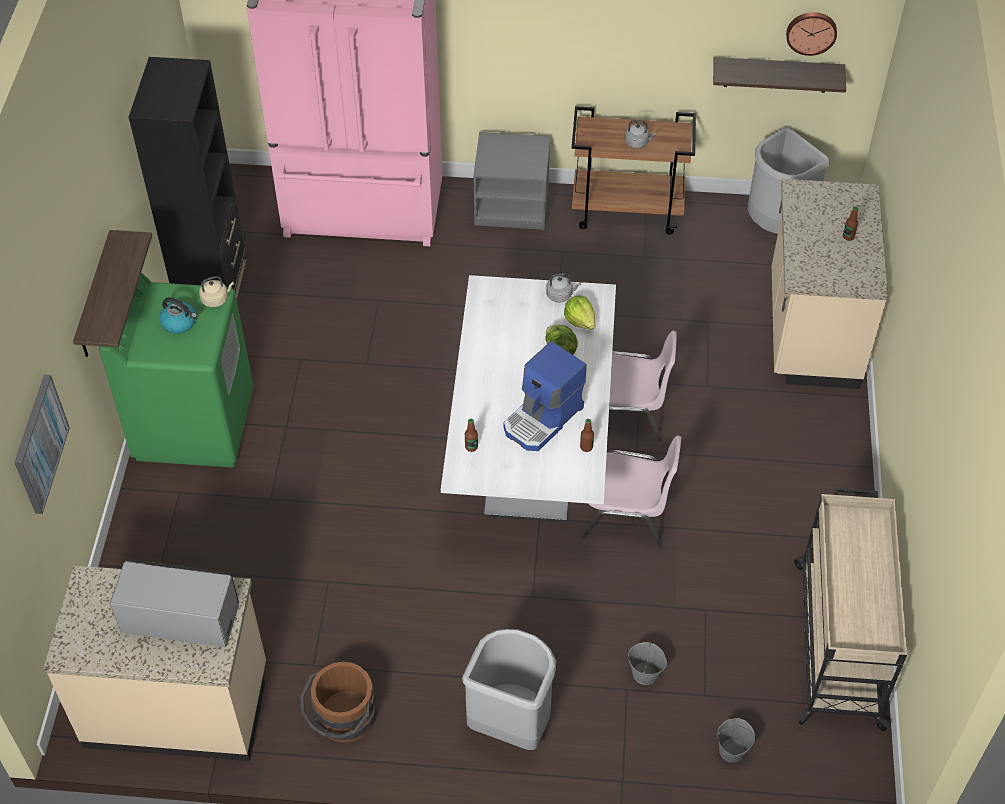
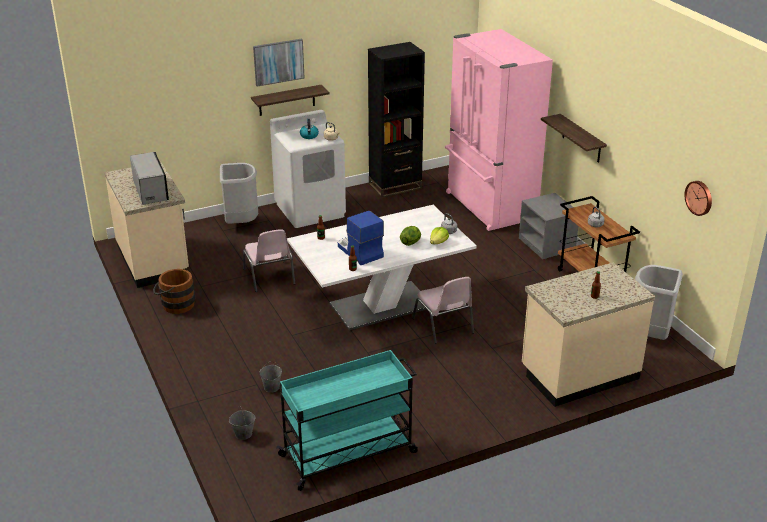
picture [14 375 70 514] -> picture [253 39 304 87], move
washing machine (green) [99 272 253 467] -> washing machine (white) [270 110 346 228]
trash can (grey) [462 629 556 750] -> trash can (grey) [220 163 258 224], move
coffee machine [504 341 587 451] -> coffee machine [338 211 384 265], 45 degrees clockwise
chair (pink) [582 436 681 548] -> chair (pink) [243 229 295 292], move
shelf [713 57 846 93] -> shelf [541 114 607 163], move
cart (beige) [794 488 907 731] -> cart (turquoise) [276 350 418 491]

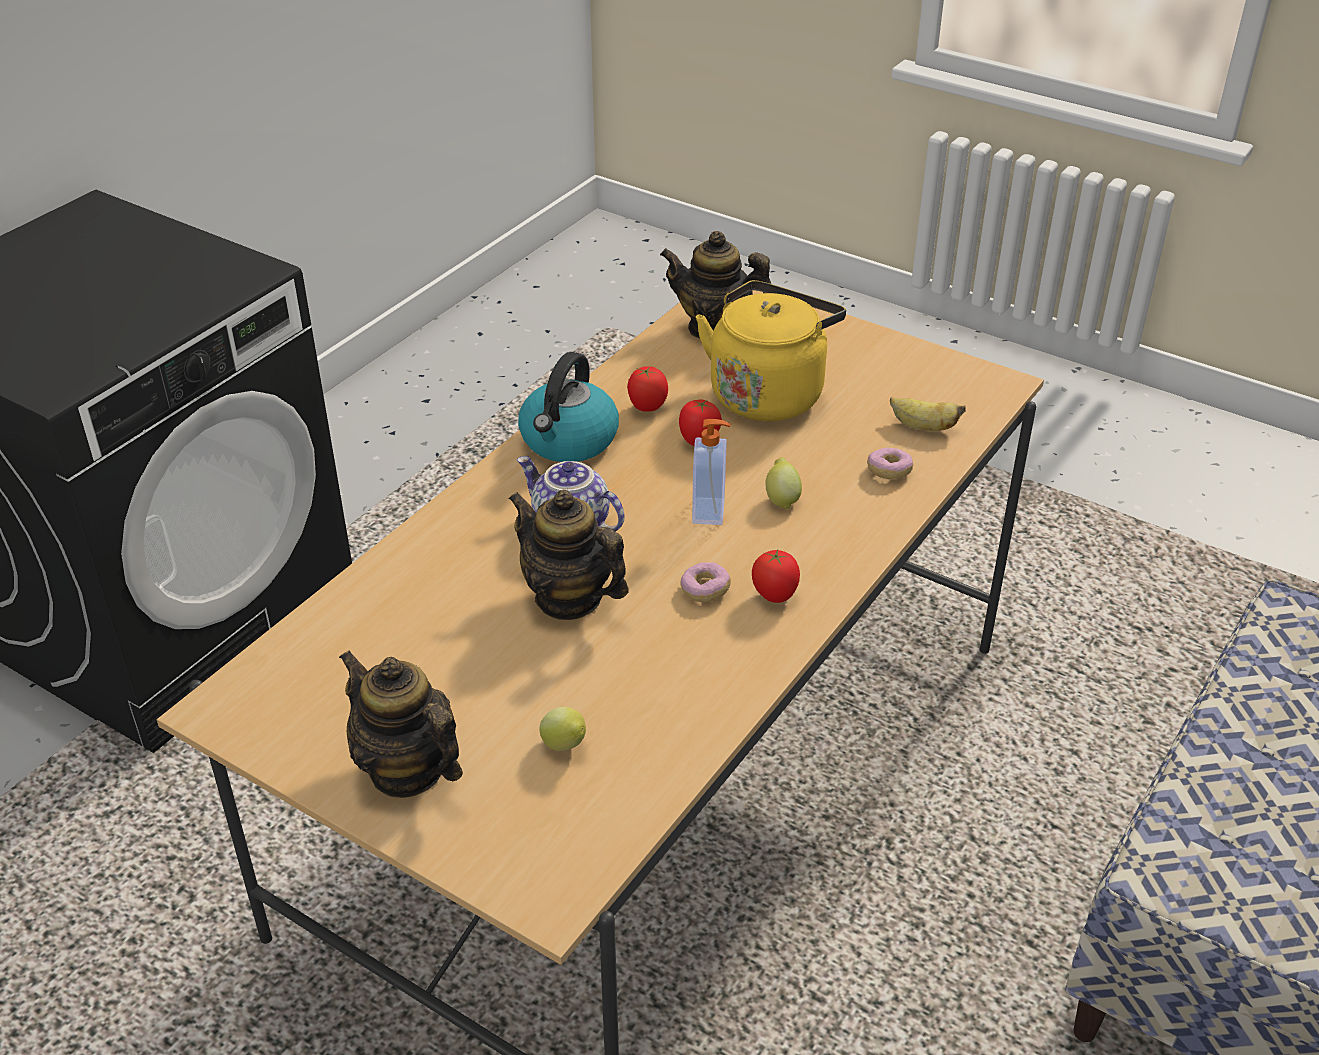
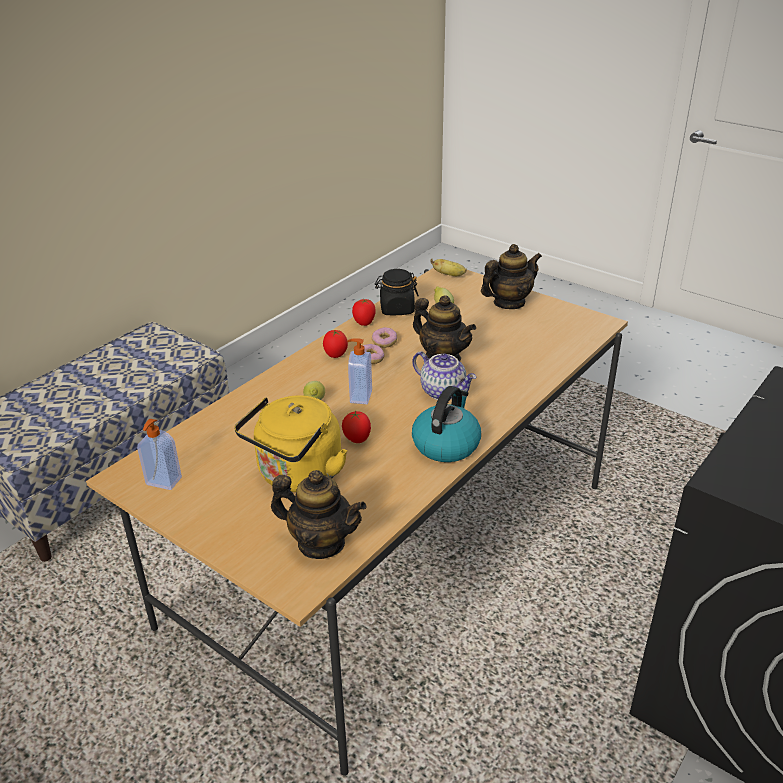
teapot [339 650 463 798] -> teapot [481 244 542 309], 75 degrees counterclockwise
tomato [627 366 668 412] -> tomato [352 299 376 326], move
donut [867 448 913 479] -> donut [372 327 397 348], move
banana [890 397 966 431] -> banana [431 259 467 276], move
none -> soap dispenser [137 419 182 490]
none -> jar (black) [375 269 419 315]

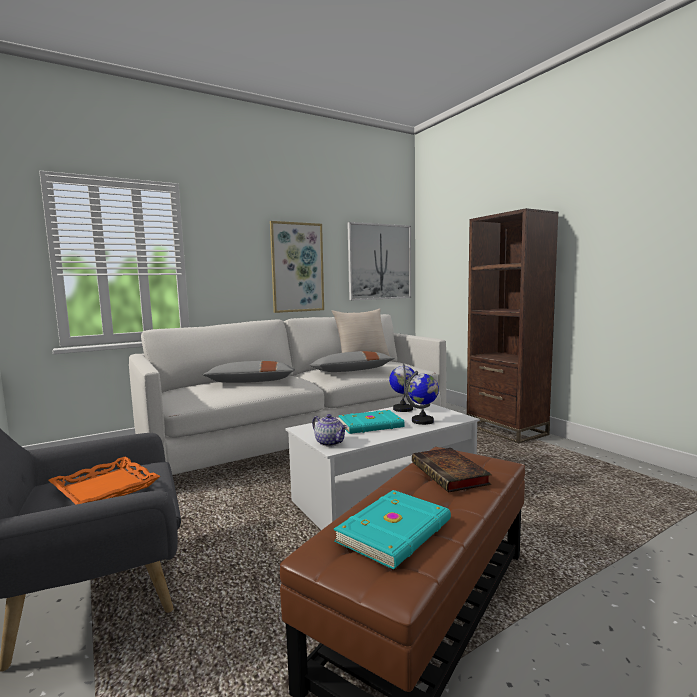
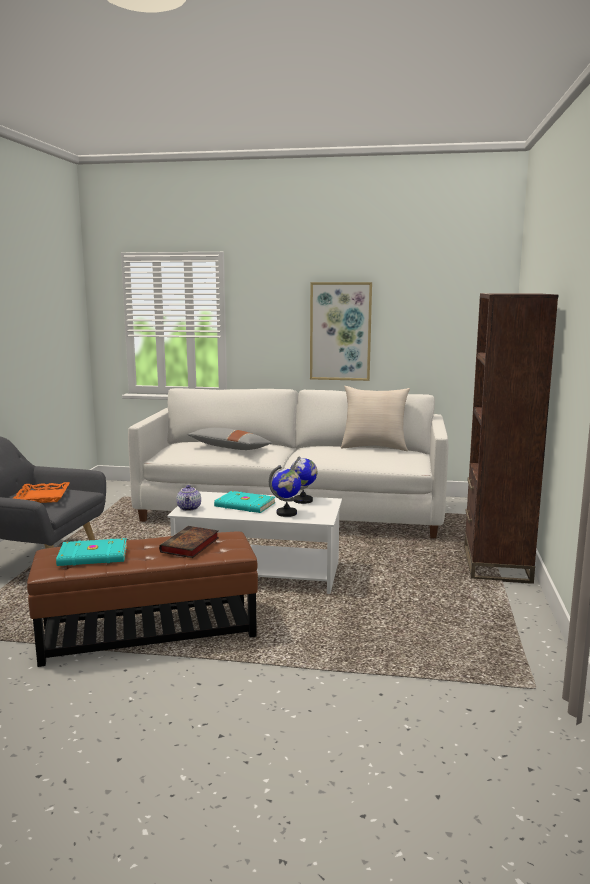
pillow (grey) [310 351 395 372] -> none
picture [347 222 411 301] -> none

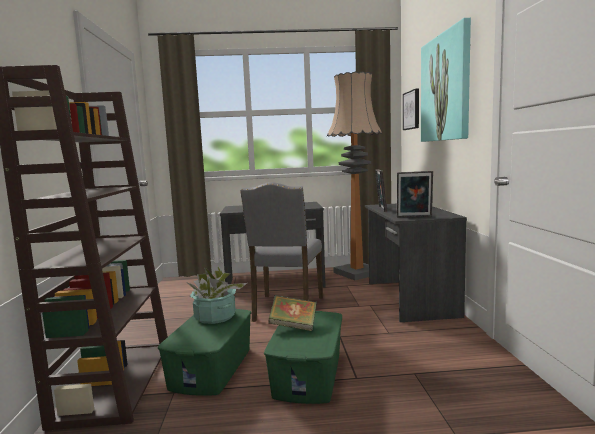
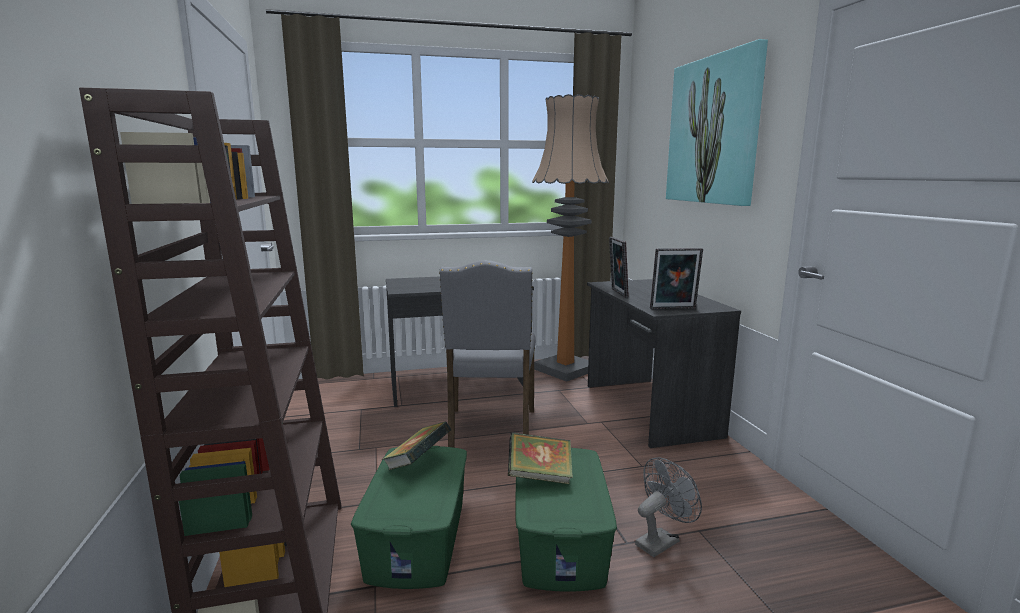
potted plant [188 266 247 324] -> book [382 421 451 470]
picture [403 88 419 130] -> none
none -> fan (grey) [635 457 702 557]

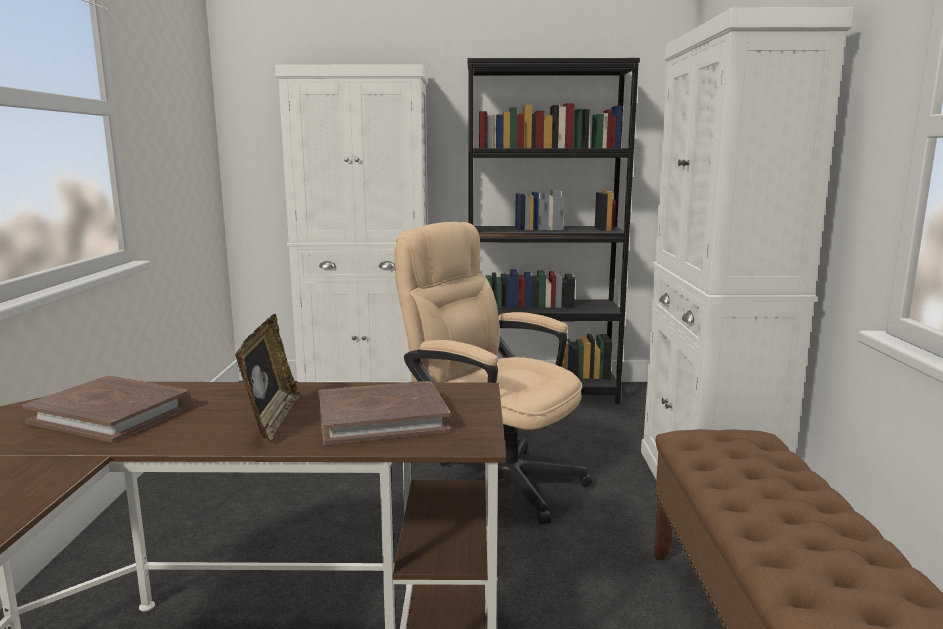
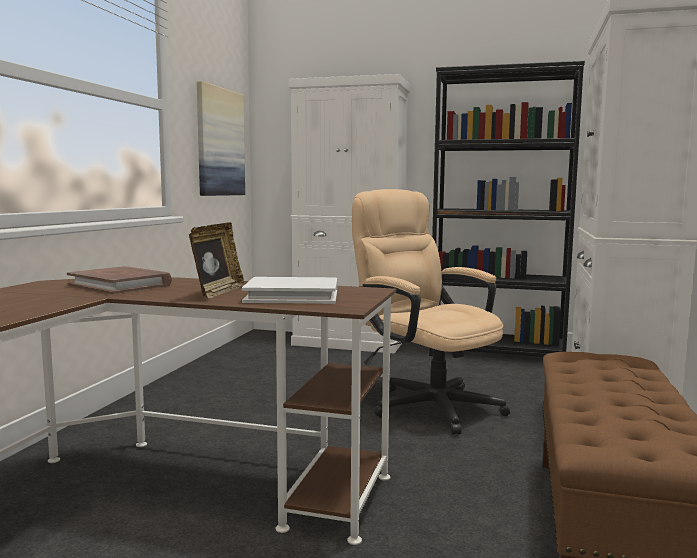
book (brown) [318 381 451 445] -> book (white) [242 277 337 304]
none -> picture [197 81 245 196]

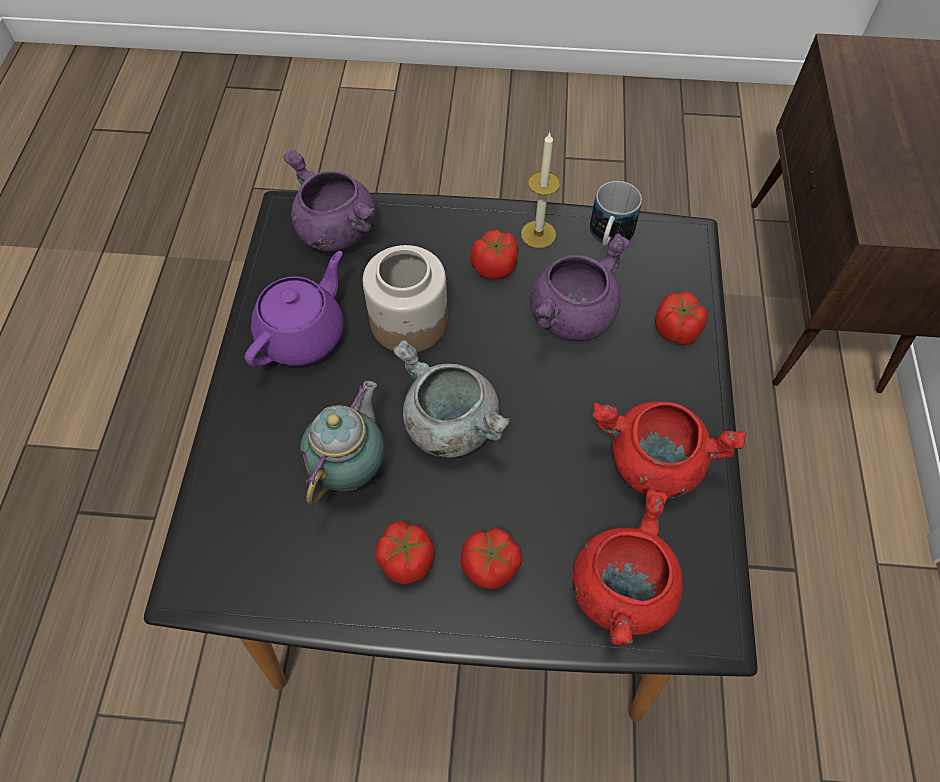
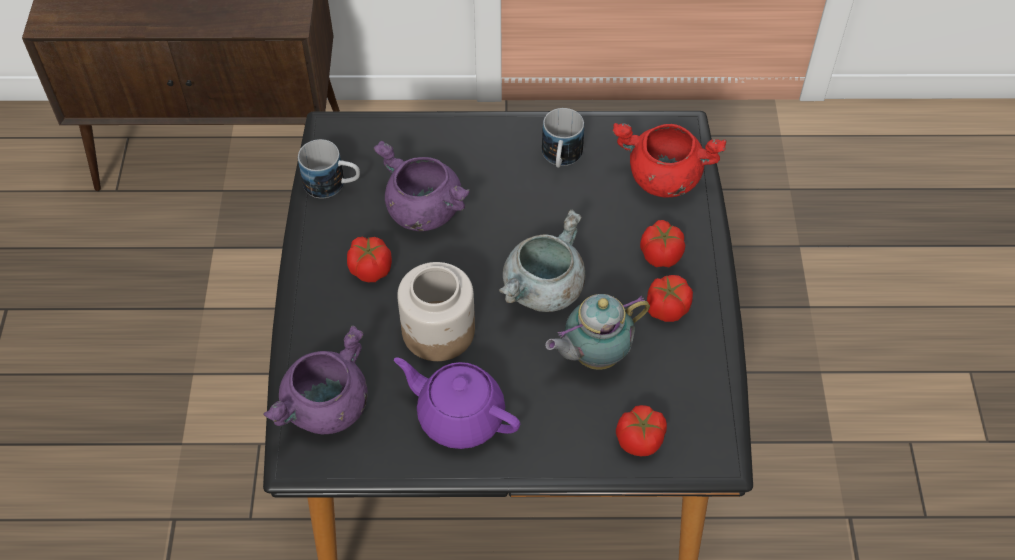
teapot [300 381 385 505] -> teapot [545 294 650 370], 45 degrees counterclockwise
candle [521 132 560 248] -> none
cooking pot (red) [592 401 746 499] -> mug [542 108 584 168]
tomato [655 291 707 345] -> tomato [616 405 667 456], move

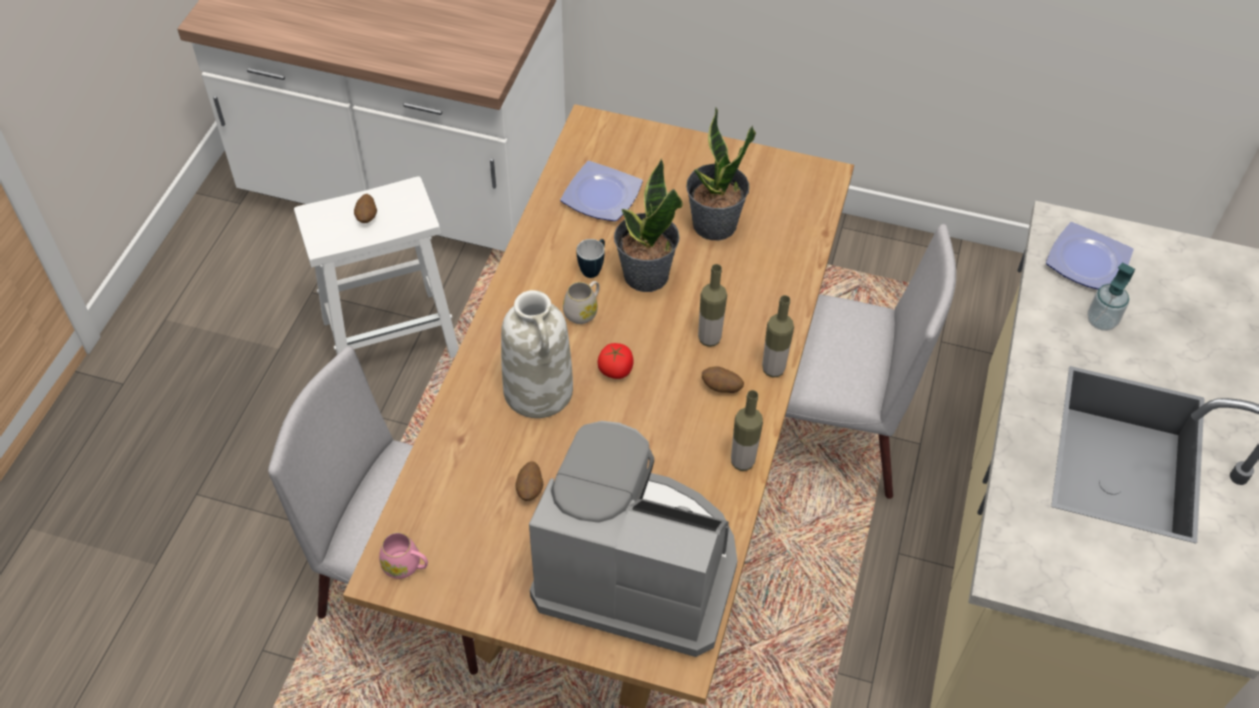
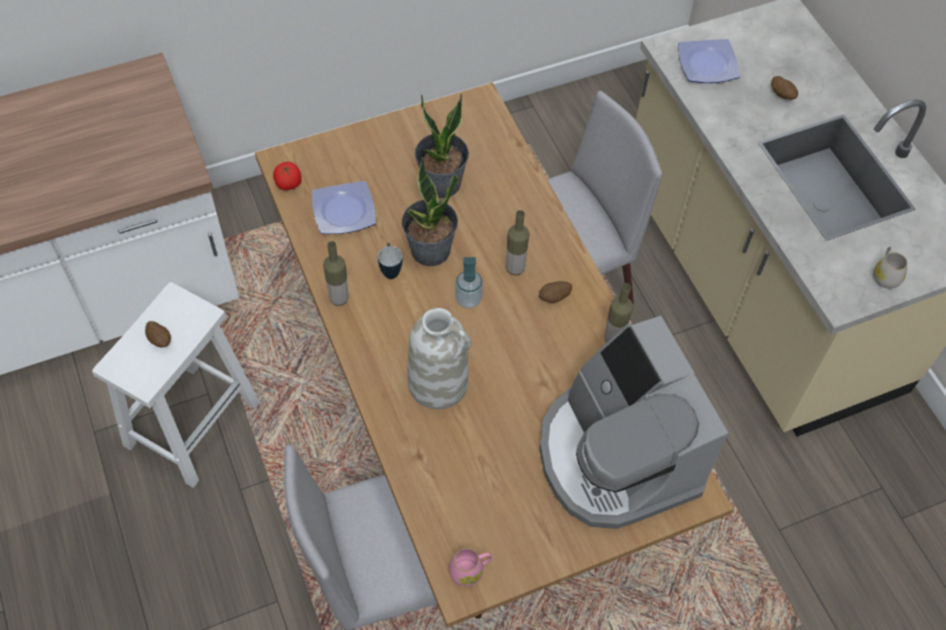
potato [516 461 543 501] -> potato [771 76 798 100], move
coffee machine [529 421 738 657] -> coffee machine [540 316 728 529], 90 degrees counterclockwise
mug (white) [563 281 600 324] -> mug (white) [873 247 907 289], move
tomato [597 343 633 379] -> tomato [273 162 302 190], move
bottle [762 295 794 377] -> bottle [323 241 349 306], move
soap dispenser [1087 263 1135 331] -> soap dispenser [455 257 483 308], move

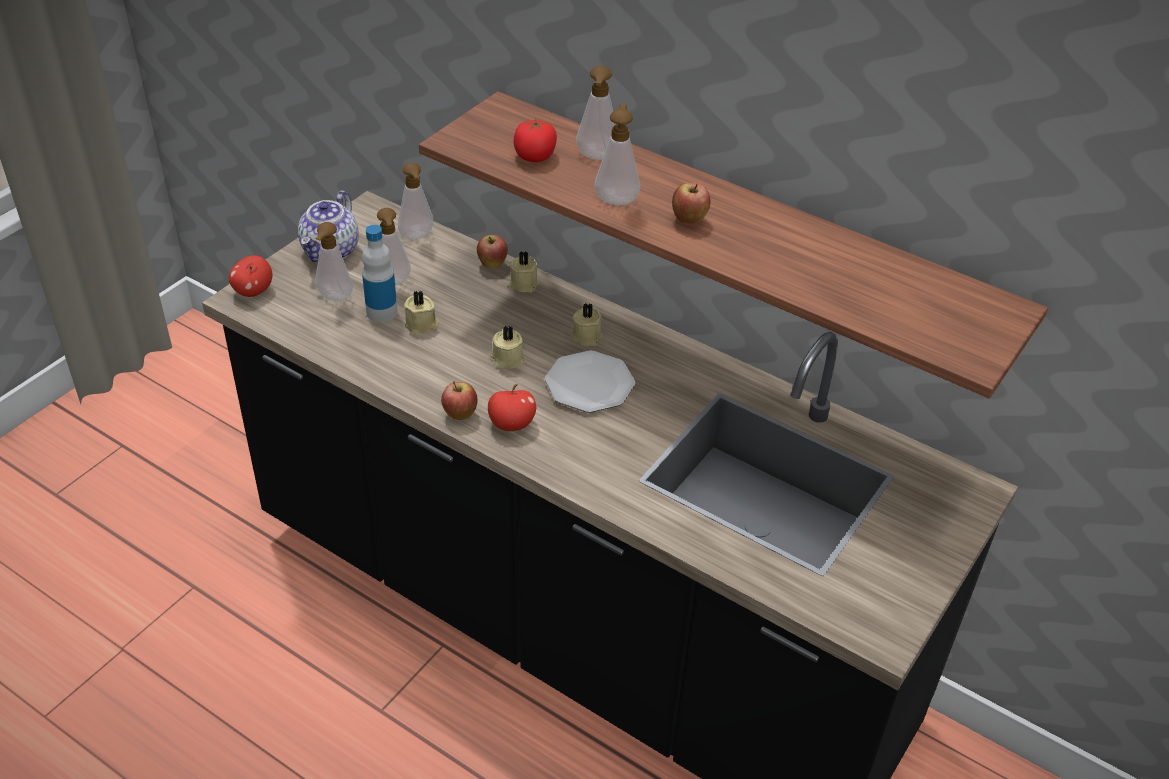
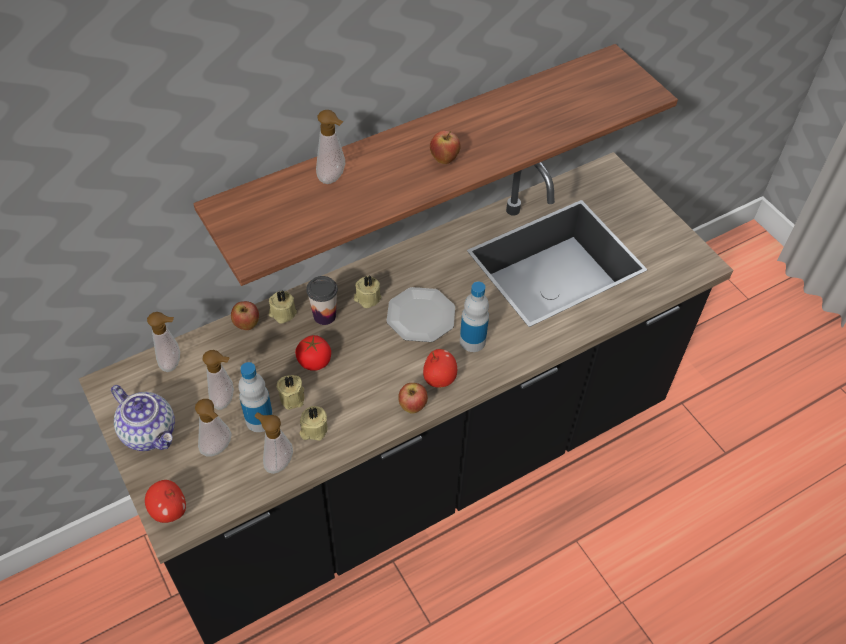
candle (beige) [490 325 524 369] -> candle (beige) [299 406 328 441], move
tomato [514 118 557 162] -> tomato [295 335 331 371], move
soap dispenser [594 104 640 205] -> soap dispenser [255 412 293 474], move
none -> cup [306 276 338 325]
none -> bottle [460 282 489 352]

